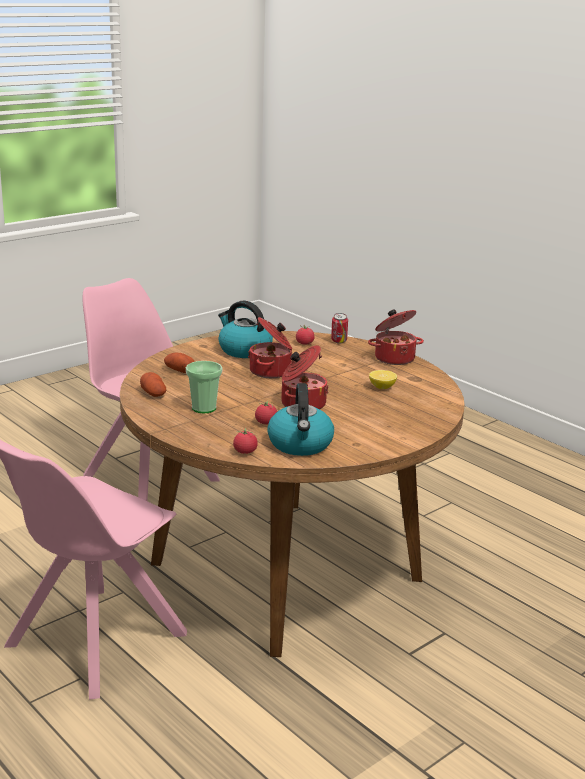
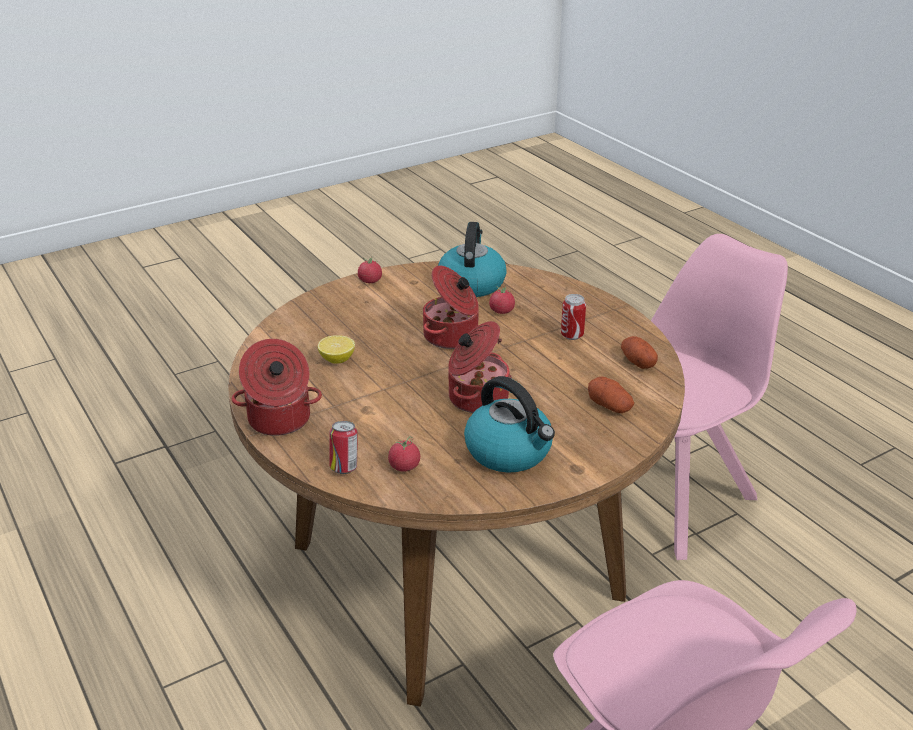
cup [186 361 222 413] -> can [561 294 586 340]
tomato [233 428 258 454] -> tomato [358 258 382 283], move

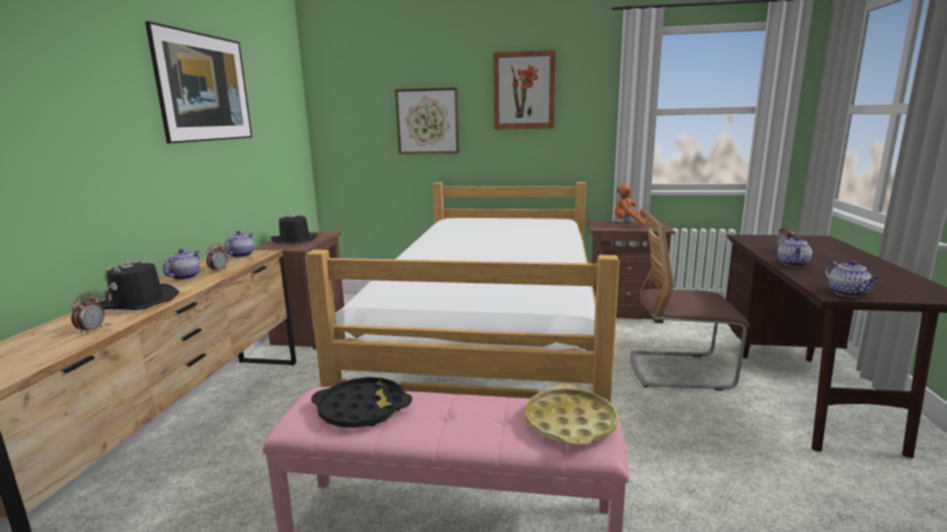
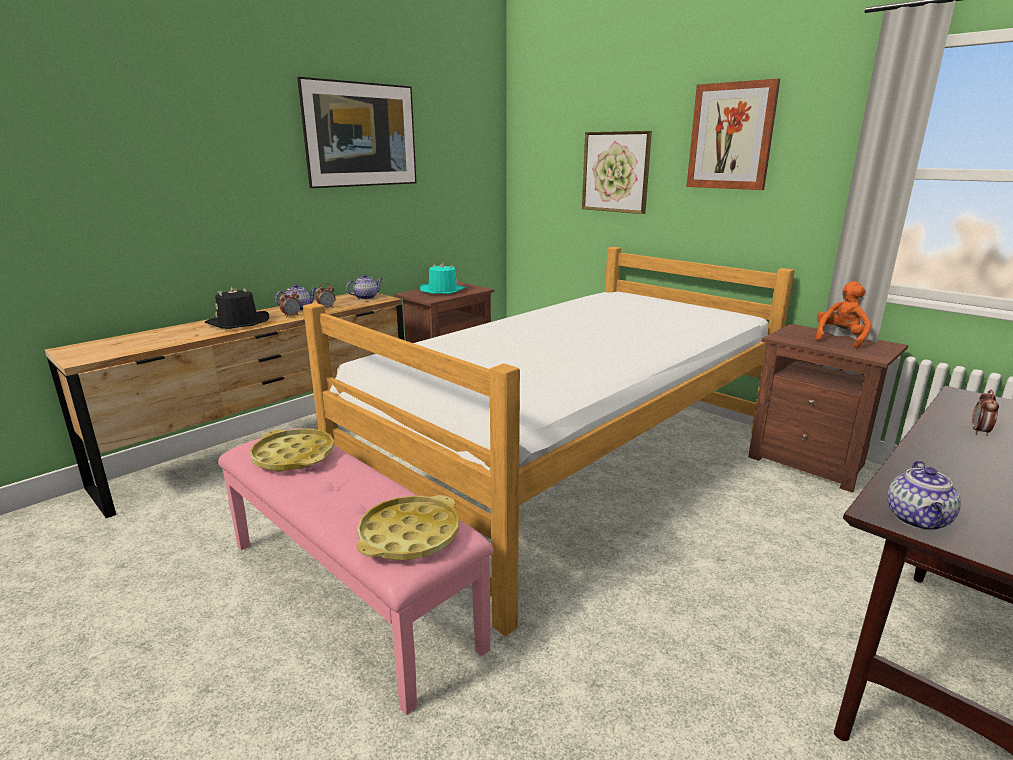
alarm clock [71 293 105 334] -> alarm clock [280 290 300 318], move
hat (black) [271 213 318 243] -> hat (turquoise) [420 263 466 294]
tray (black) [311 377 412 428] -> tray (yellow) [250 428 334 472]
plush toy (orange) [614 184 647 226] -> plush toy (orange) [815 281 871 349], 60 degrees clockwise
chair [630 213 750 391] -> none
teapot [777 236 812 267] -> none

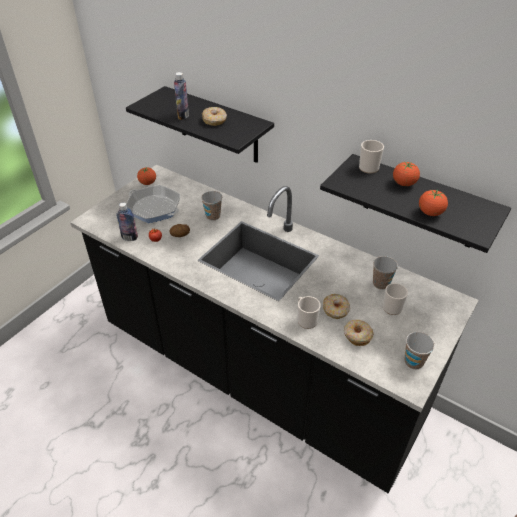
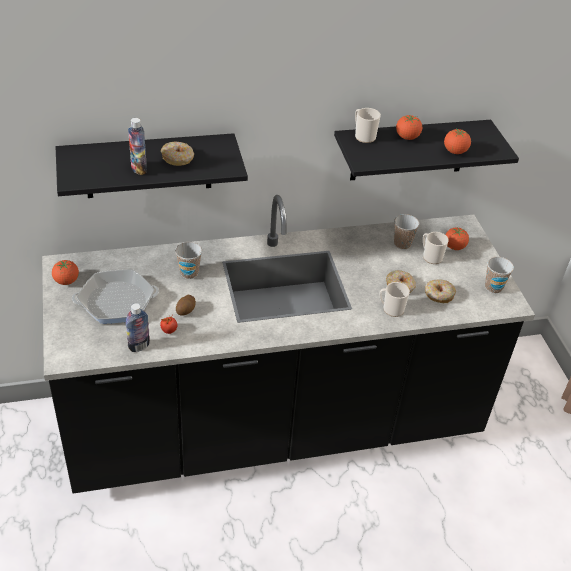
none -> tomato [445 227 469 250]

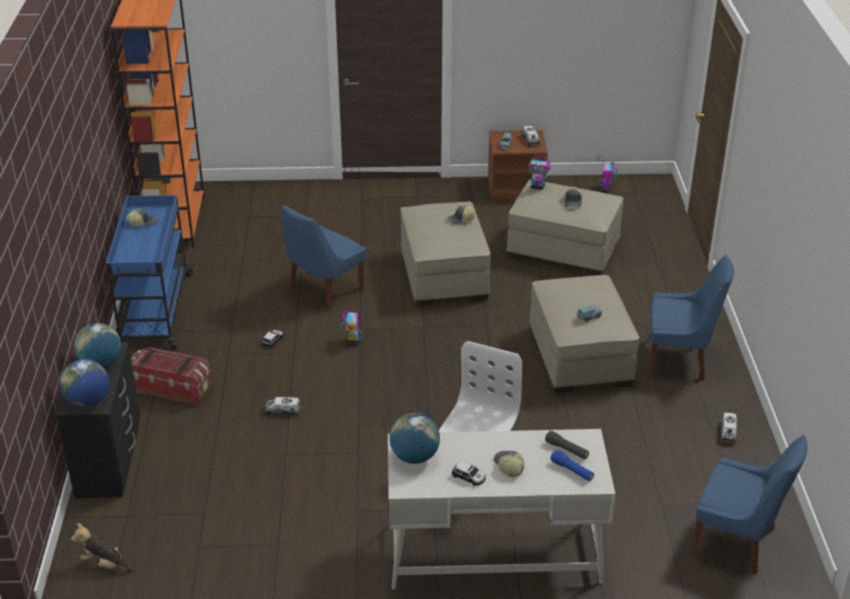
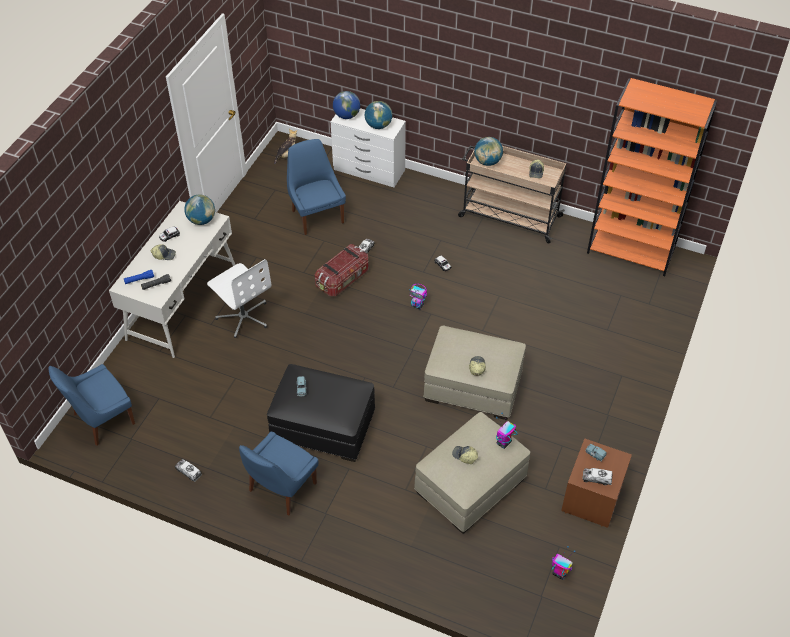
dresser (black) [56 342 140 498] -> dresser (white) [331 108 406 187]
cart (blue) [106 195 193 350] -> cart (beige) [458 146 566 244]
storage box [131 347 212 405] -> storage box [315 244 369 296], move
chair (blue) [281 205 367 311] -> chair (blue) [287 139 346 235], move
ottoman (beige) [529 275 639 394] -> ottoman (black) [267 364 375 462]
none -> globe [474 137 503 166]

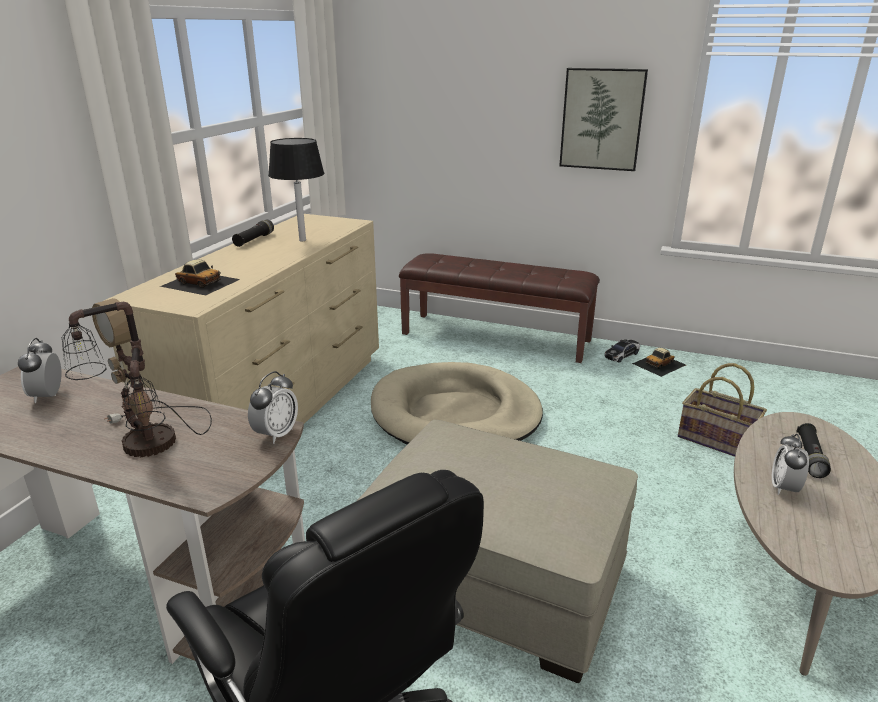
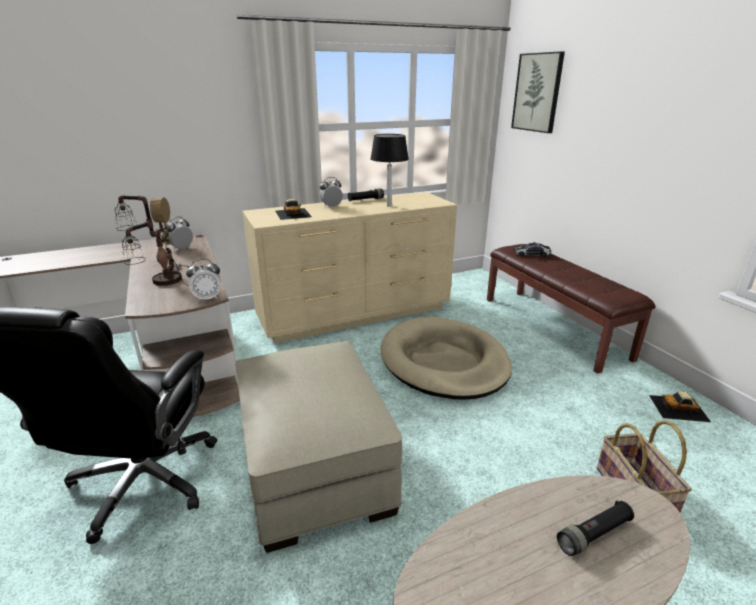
picture [559 68 648 171] -> picture [511 51 565 133], move
toy car [604 340 640 363] -> toy car [514 242 551 257], move
alarm clock [772 434 809 495] -> alarm clock [320 177 343 207], move

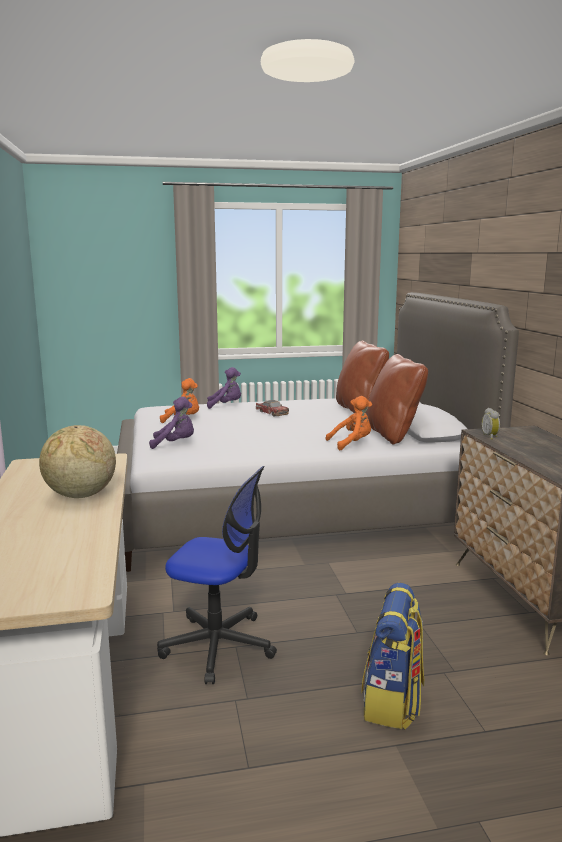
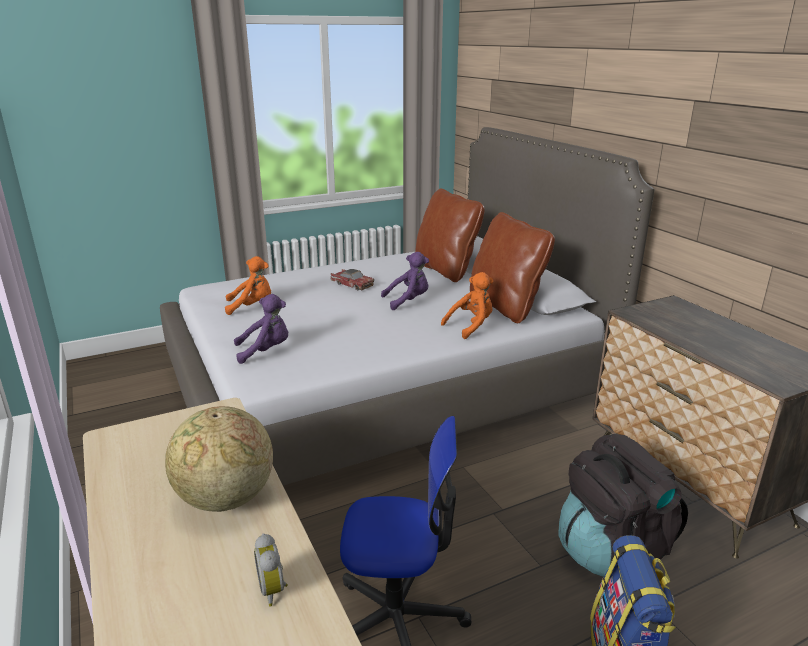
plush toy (purple) [207 367 241 409] -> plush toy (purple) [381 252 429 310], move
alarm clock [482 408 500 440] -> alarm clock [254 534 288 607], move
none -> backpack (black) [558 434 688 577]

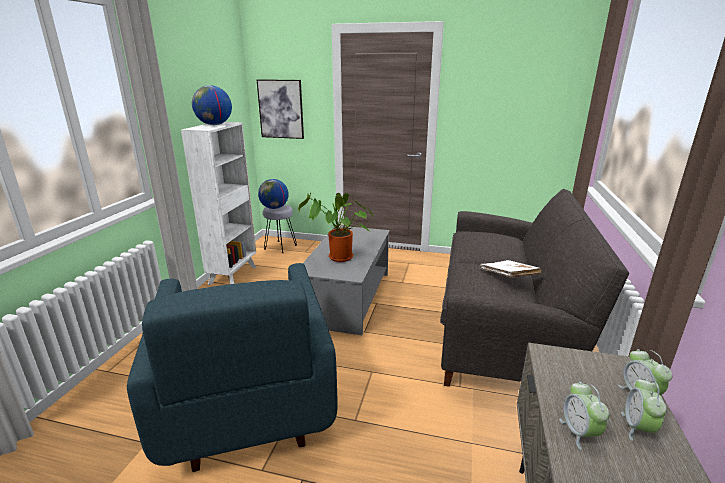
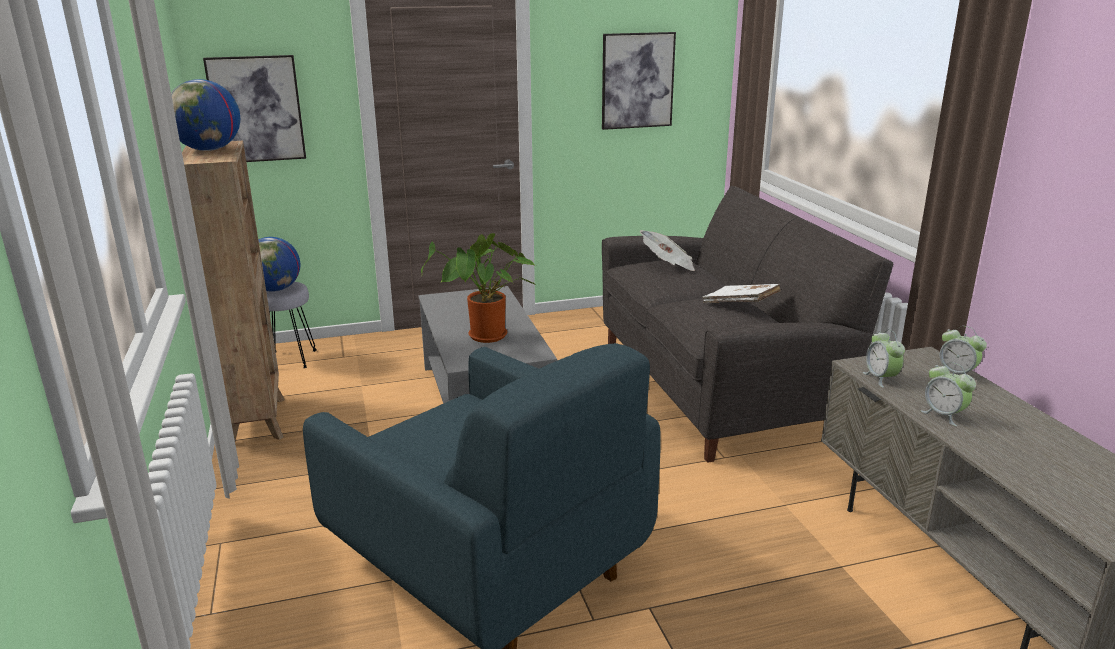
bookcase (white) [181 122 256 285] -> bookcase (brown) [182 141 285 441]
alarm clock [621 378 667 441] -> alarm clock [863 330 905 388], move
none -> picture [602 32 676 130]
none -> newspaper [640 230 695 271]

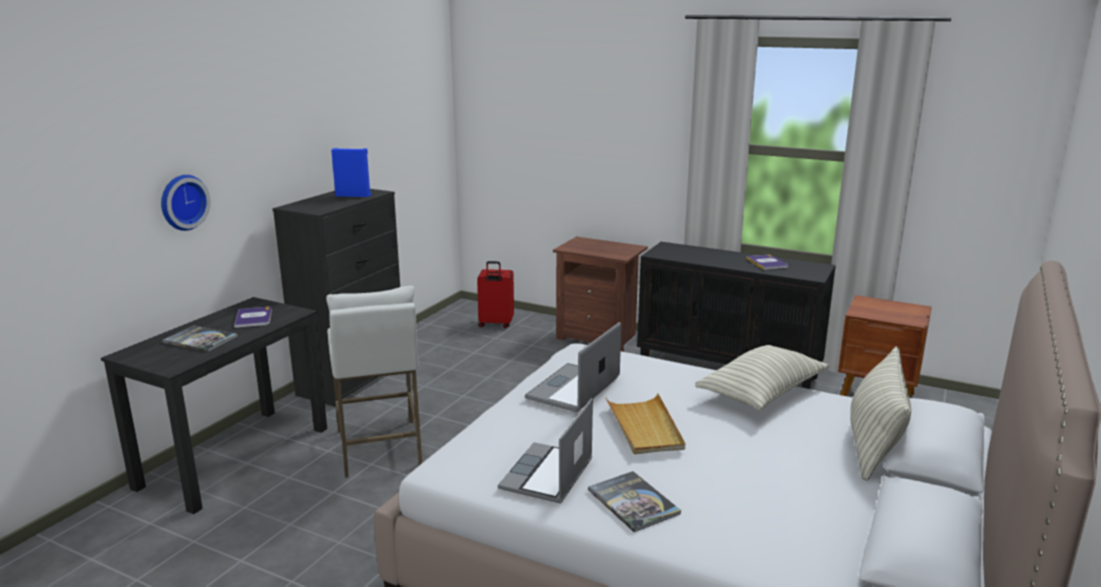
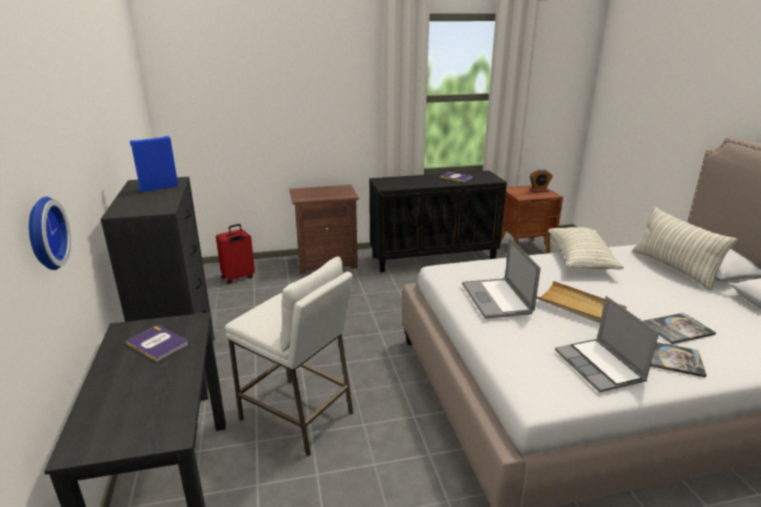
book [162 325 238 352] -> book [643 313 716 344], move
none -> alarm clock [530 169 553 192]

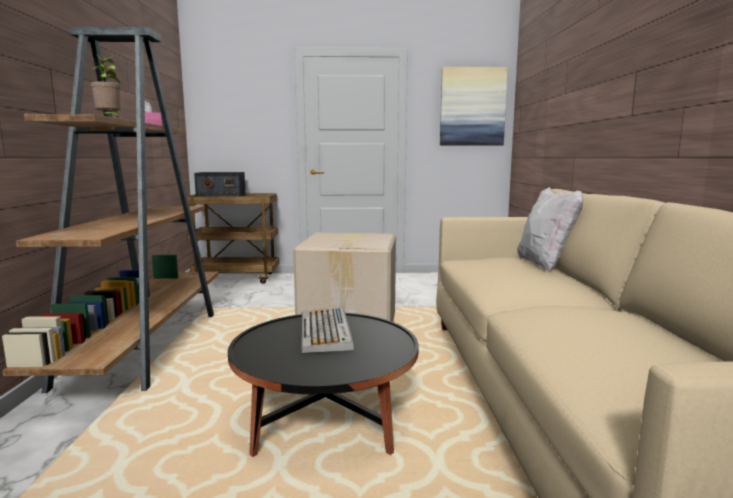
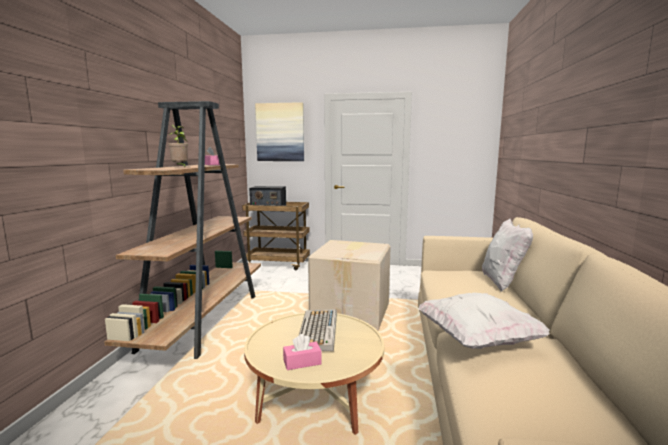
coffee table (black) [228 313 419 457] -> coffee table (beige) [244 313 384 435]
picture [440 67 508 146] -> picture [255 102 304 161], move
none -> tissue box (pink) [283 334 322 370]
none -> pillow (white) [419 293 549 349]

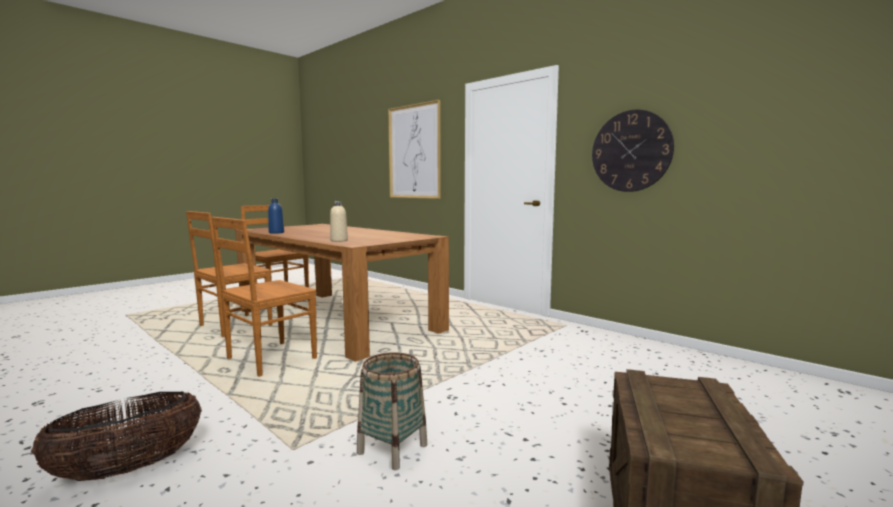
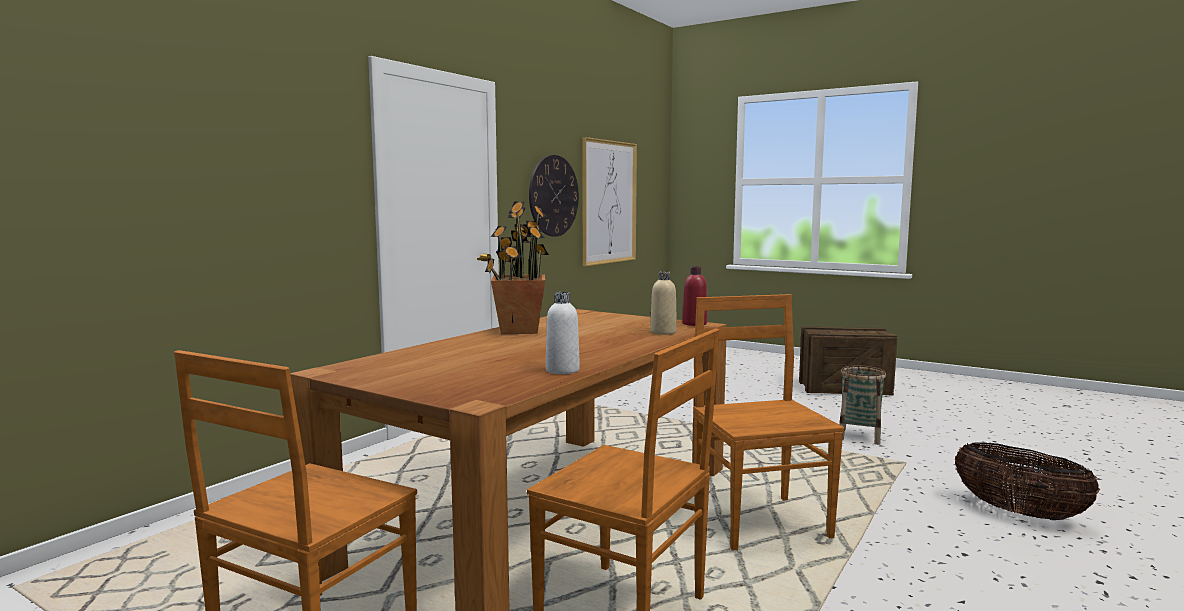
chair (brown) [211 217 317 377] -> chair (brown) [693 294 845 550], 135 degrees counterclockwise
bottle (blue) [268 199 284 234] -> bottle (white) [546 292 580 374]
picture [388 100 441 199] -> picture [582 137 637 266], move
none -> potted plant [485 202 549 334]
none -> bottle (red) [682 267 707 326]

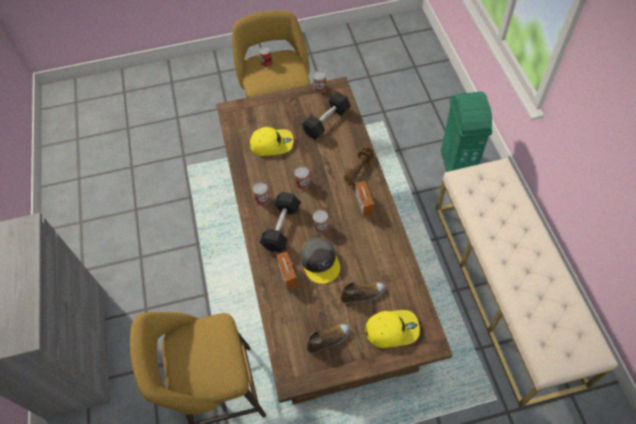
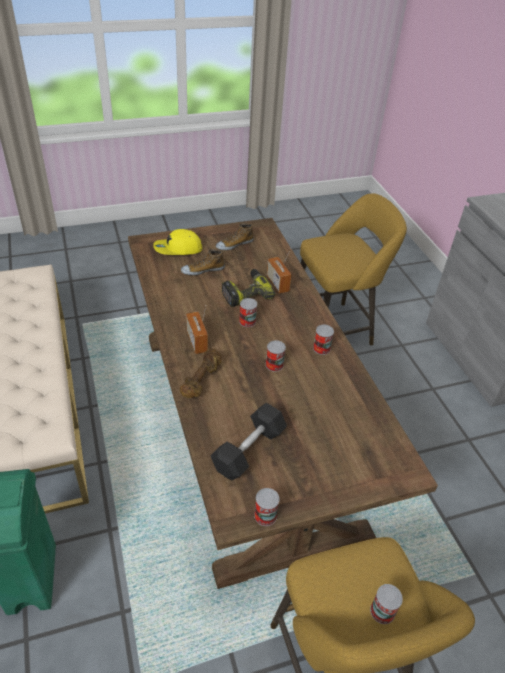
cap (yellow) [250 127 293 156] -> none
dumbbell (black) [259 192 301 252] -> none
cap (grey) [300 237 340 284] -> power drill [222 269 276 307]

